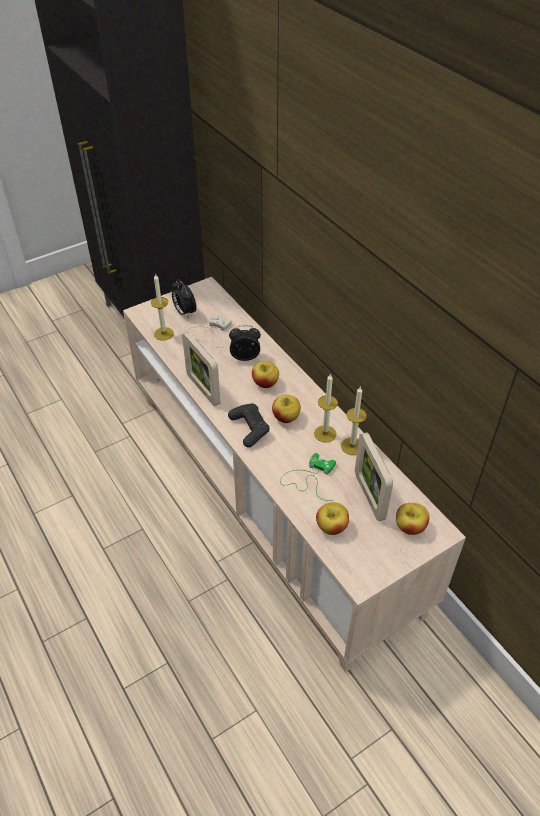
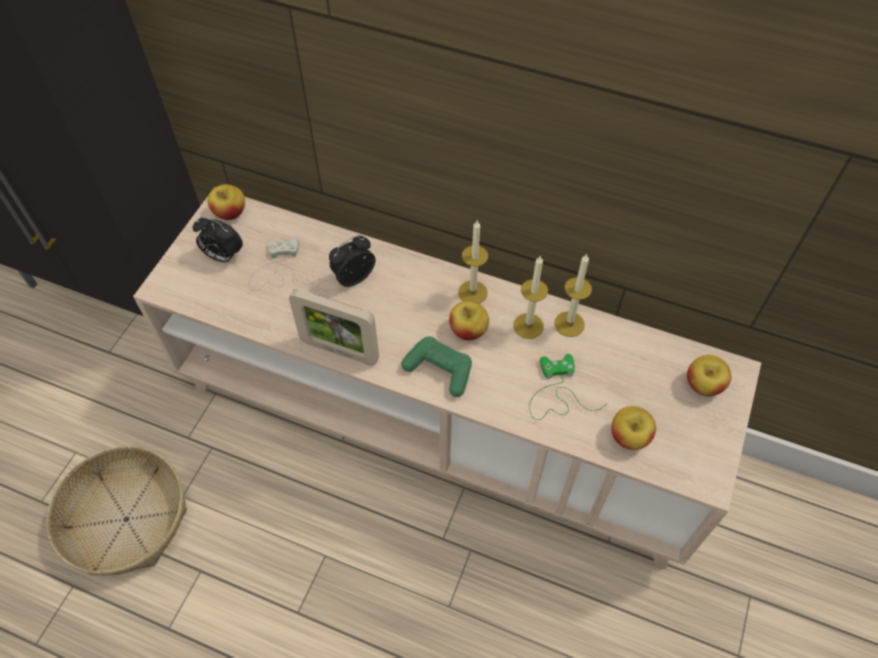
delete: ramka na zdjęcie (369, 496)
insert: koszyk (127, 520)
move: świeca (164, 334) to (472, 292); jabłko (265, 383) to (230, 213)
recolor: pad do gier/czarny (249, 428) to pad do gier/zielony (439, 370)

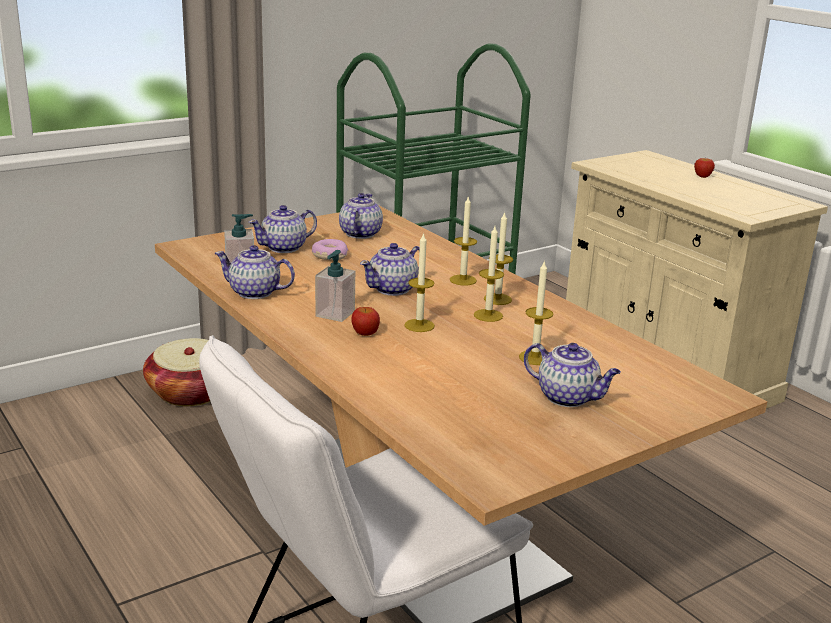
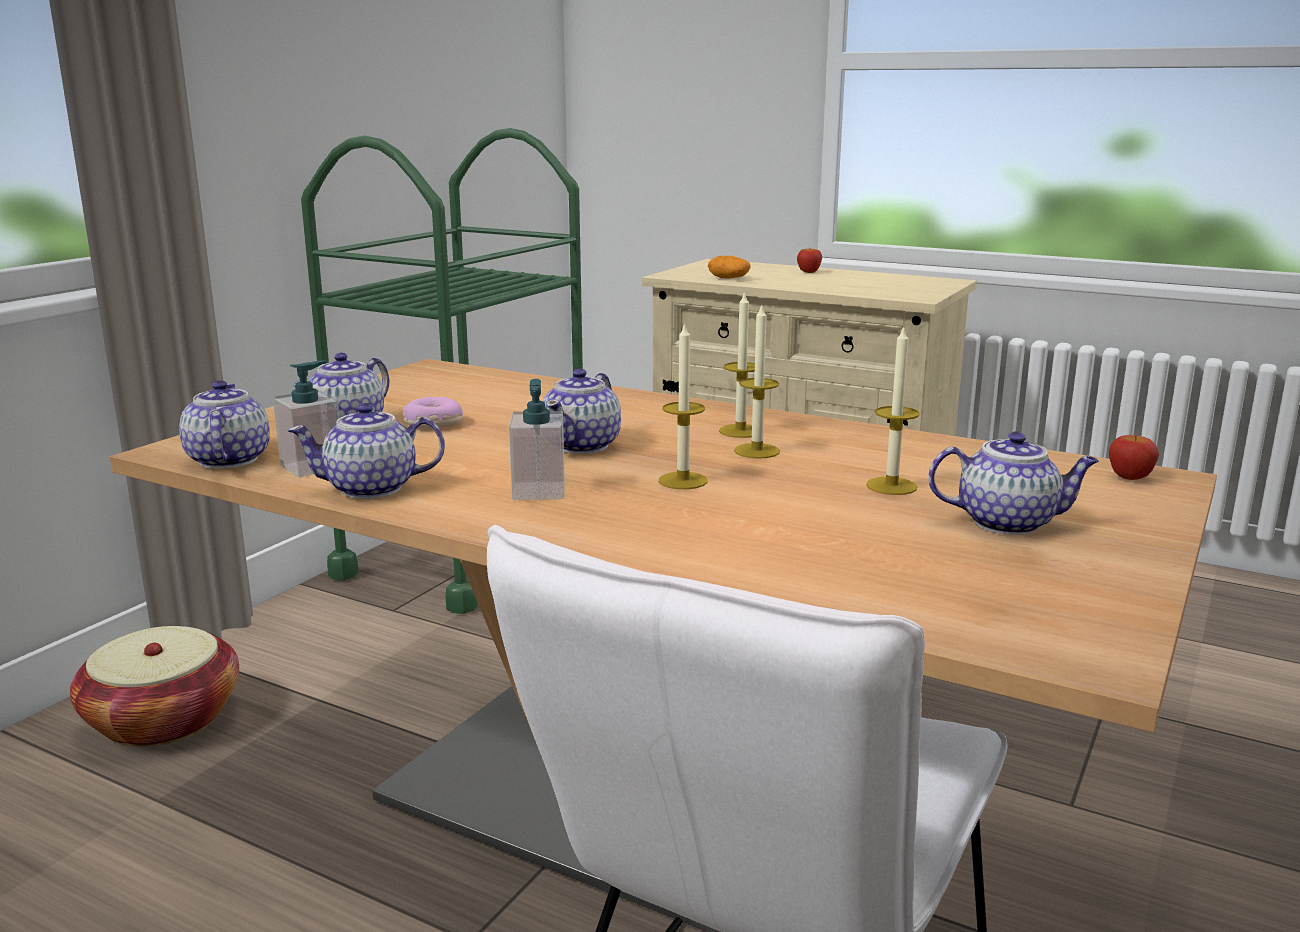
delete: świeca (463, 280)
insert: ziemniak (728, 278)
move: imbryk (359, 234) to (227, 460); jabłko (365, 333) to (1130, 477)

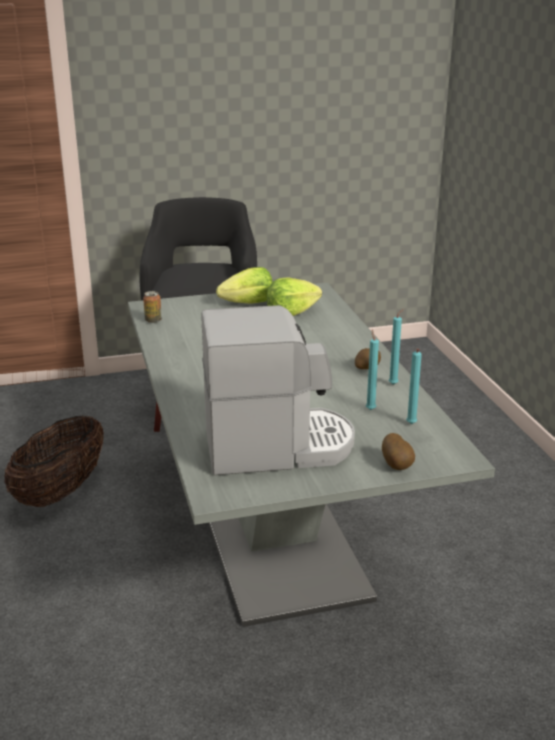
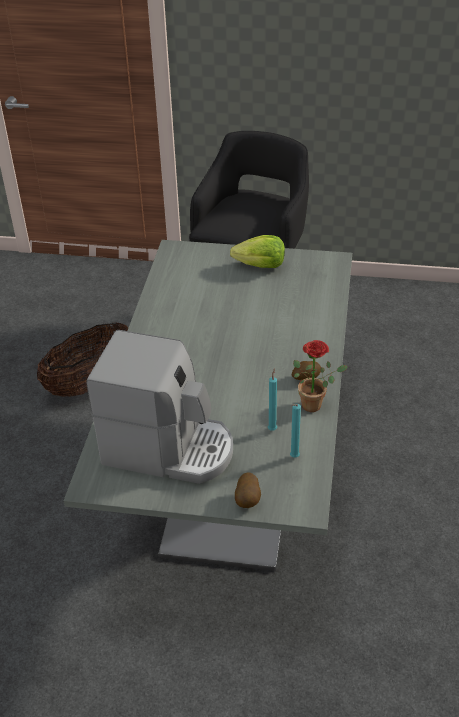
delete: puszka (153, 320); sałata (291, 313)
replace: świeca/turkusowy (394, 384) to roślina doniczkowa (315, 404)

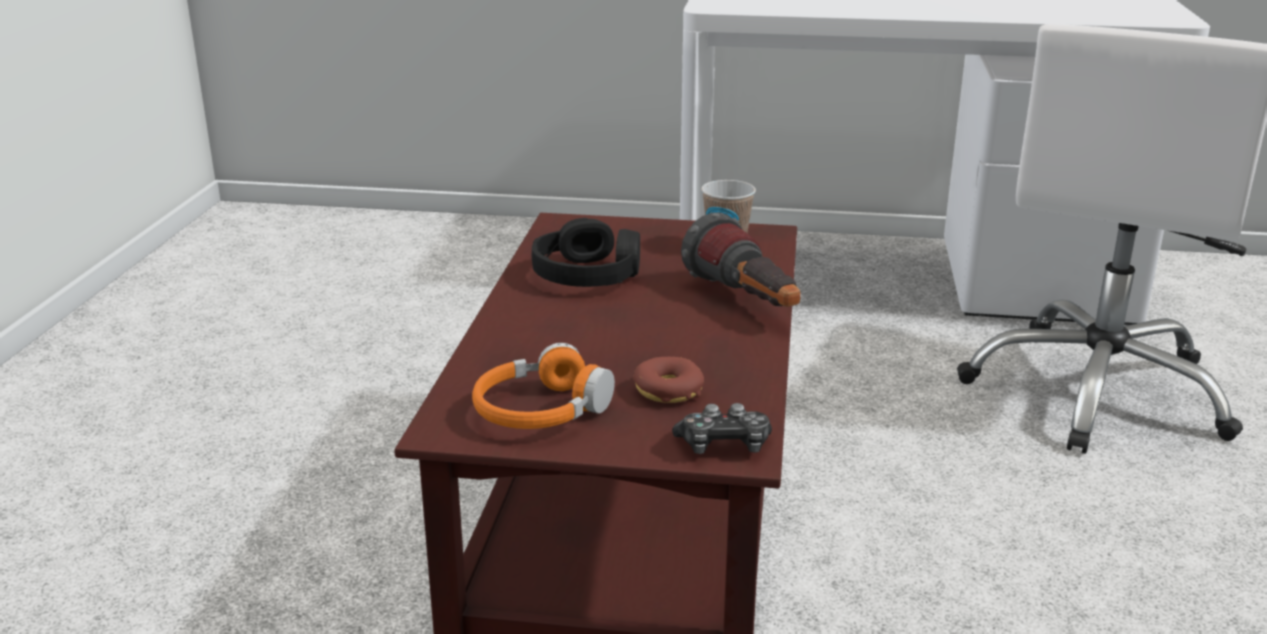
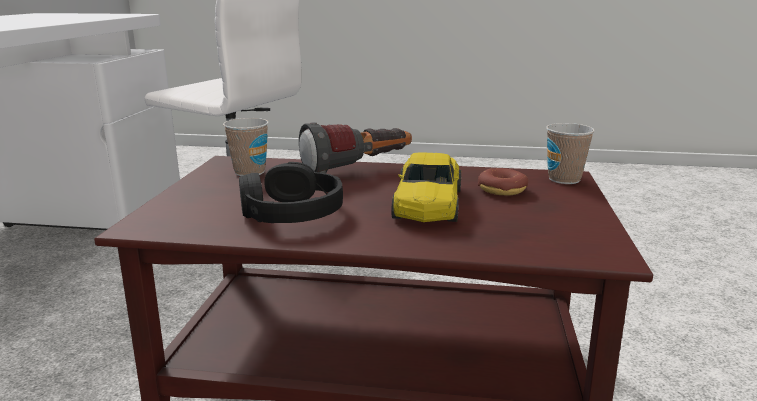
delete: słuchawki/pomarańczowy (541, 411)
insert: samochodzik/żółty (427, 203)
replace: pad do gier (724, 445) to filiżanka (564, 179)

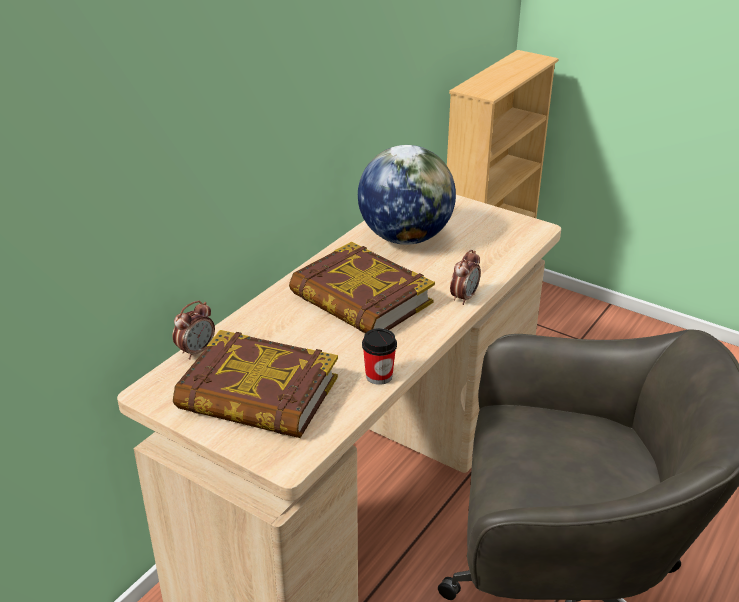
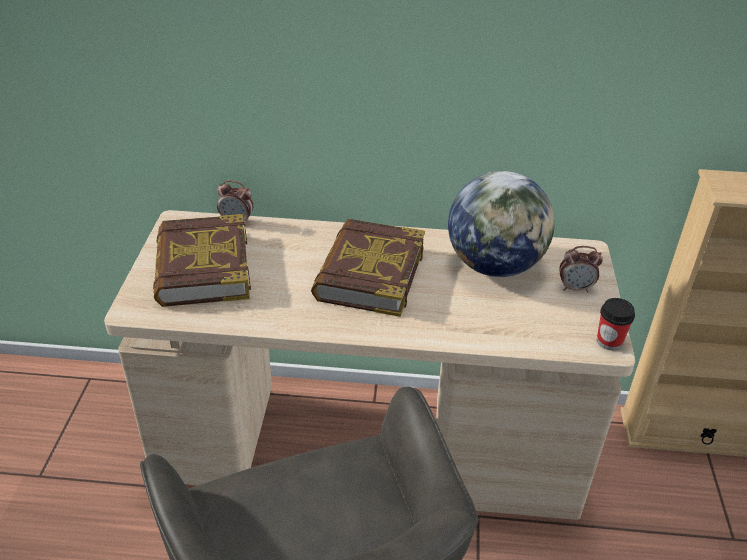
move: filiżanka (379, 376) to (609, 341); budzik (464, 297) to (575, 288)

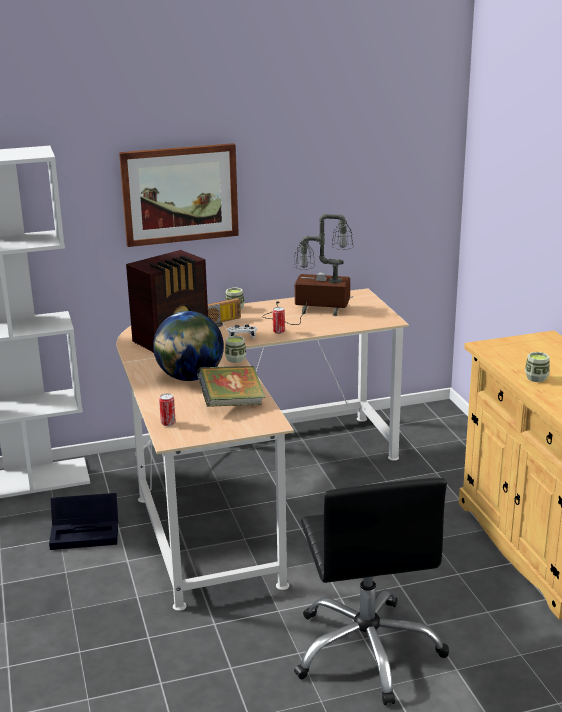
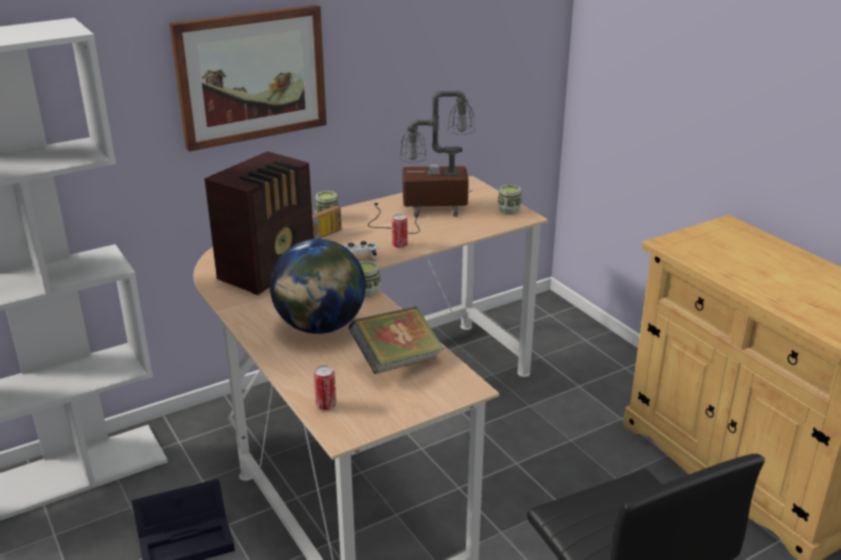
move: filiżanka (536, 378) to (509, 210)

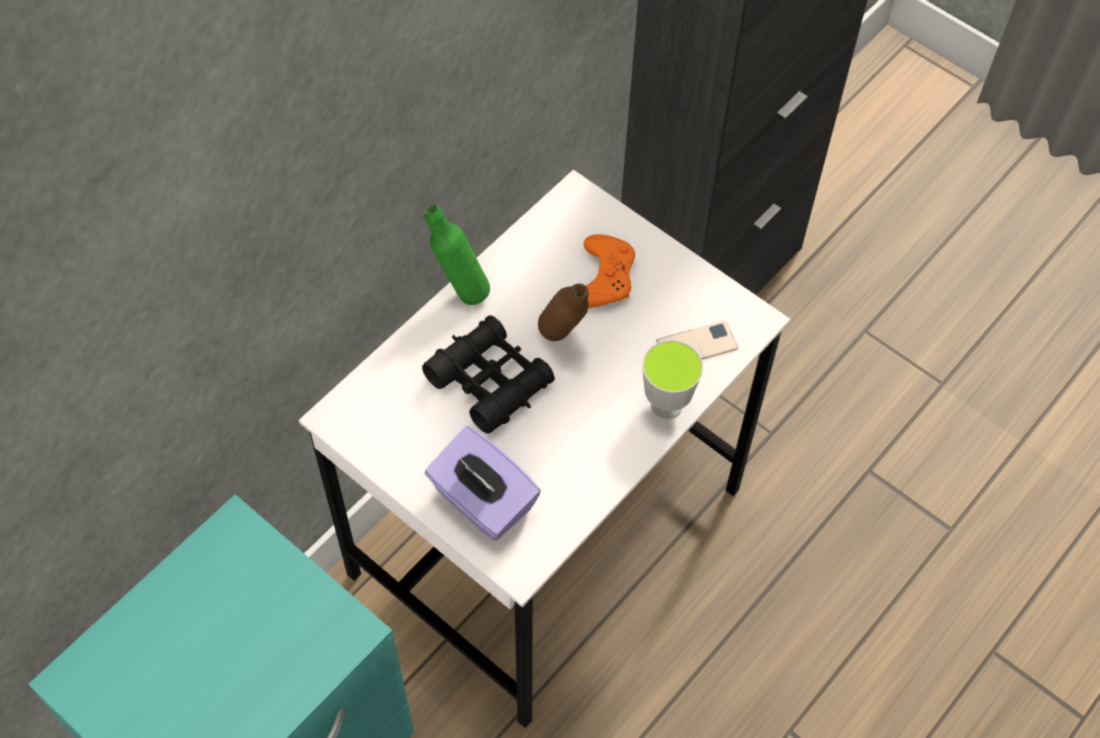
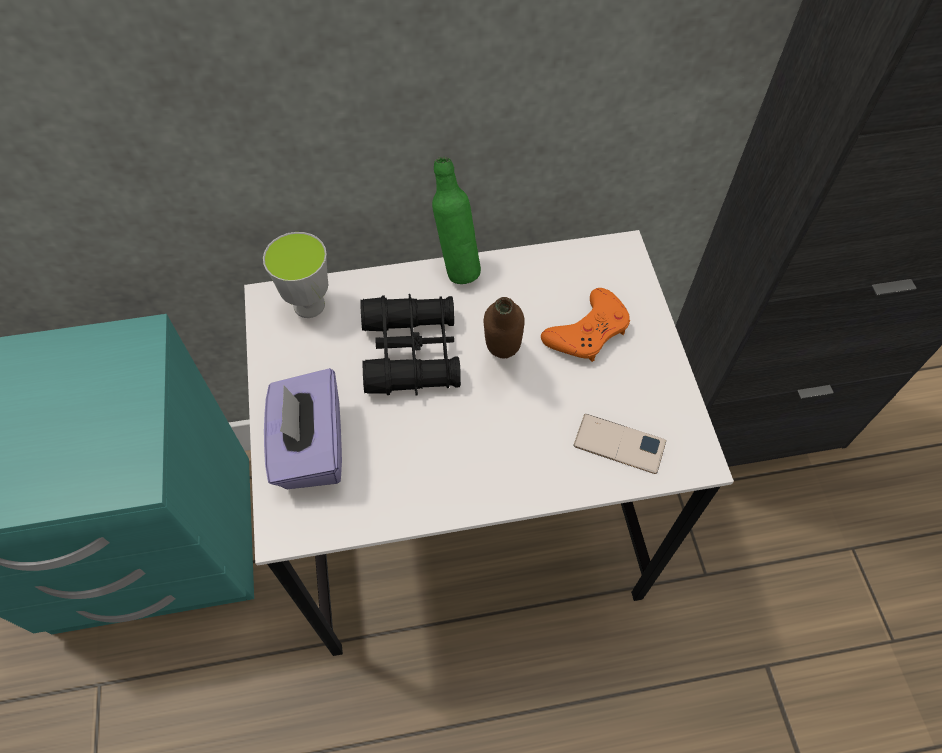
move: filiżanka (666, 405) to (309, 305)

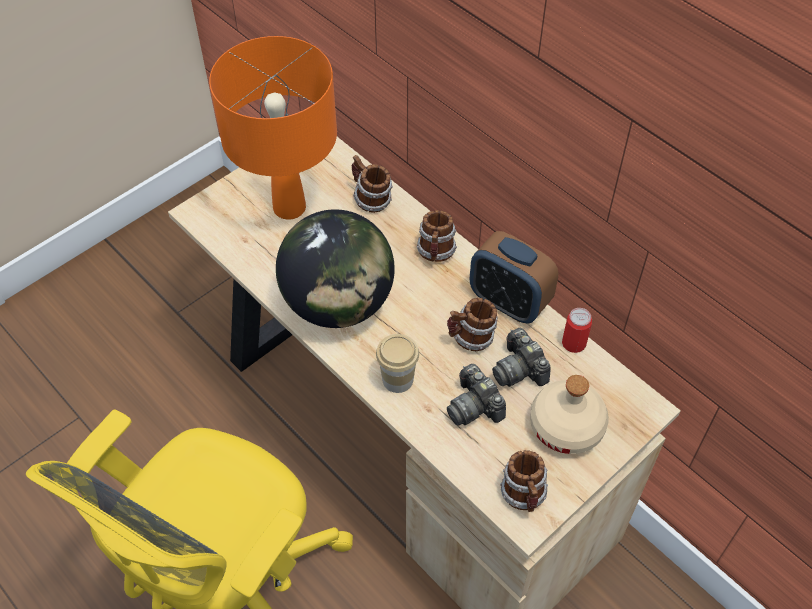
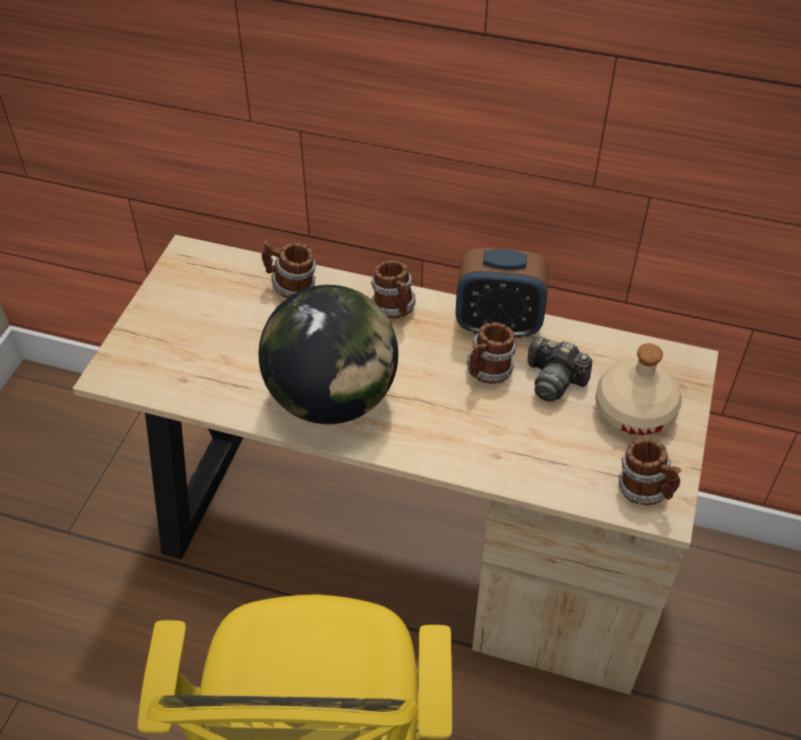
delete: lampa stołowa/pomarańczowy (289, 208); filiżanka (397, 379); aparat fotograficzny (474, 406); puszka (573, 343)

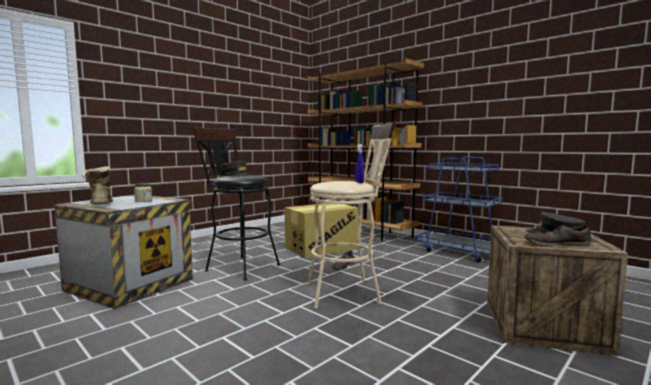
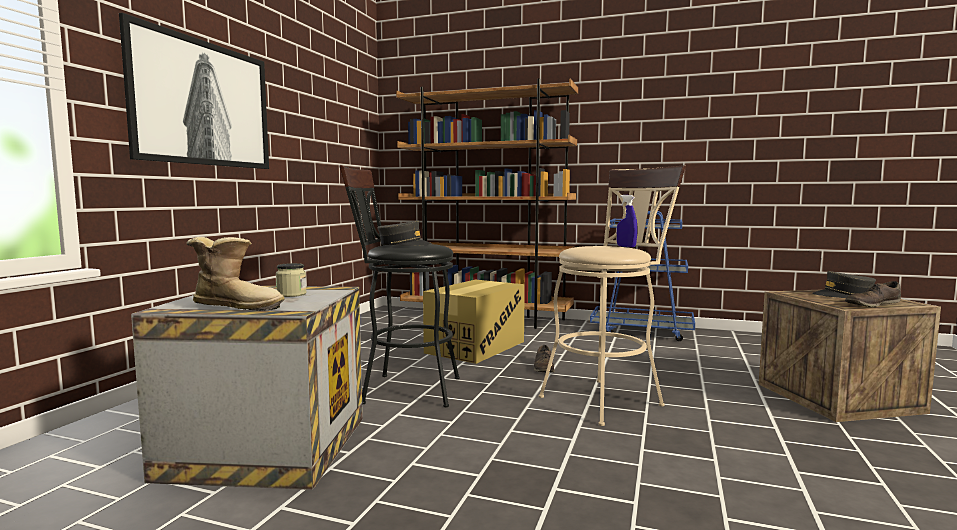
insert: obraz (202, 104)
rotate: but z cholewką (100, 204) = (237, 306) 150 degrees clockwise

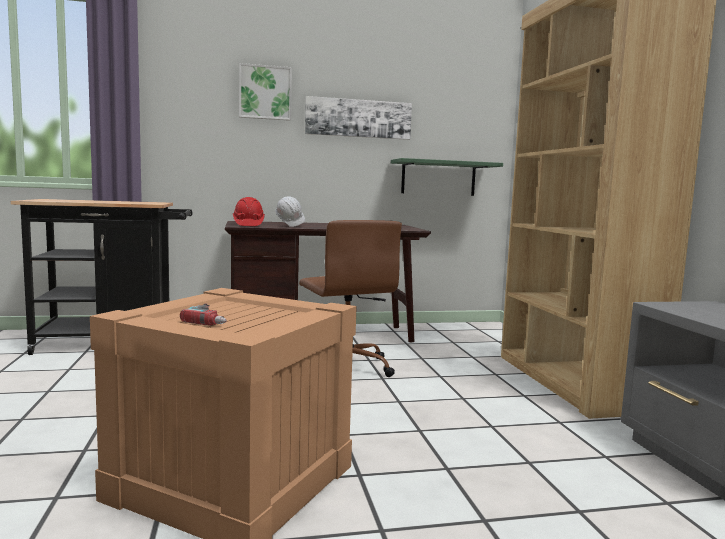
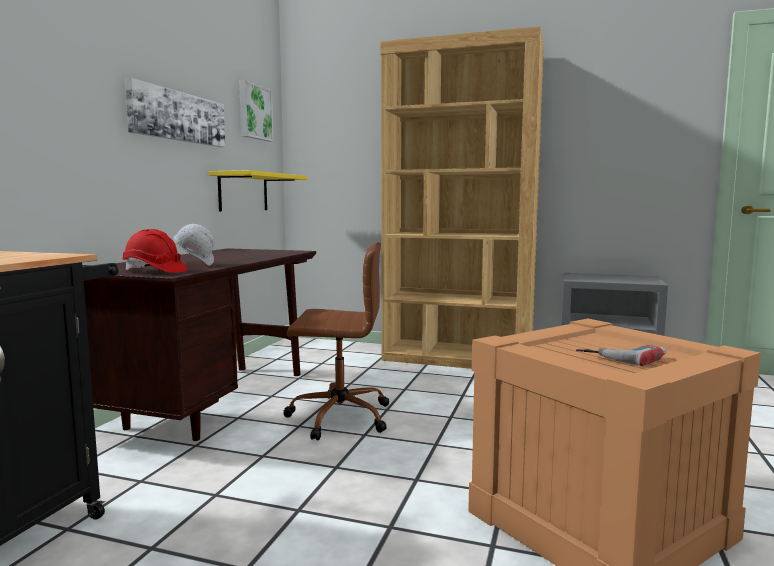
move: obraz (265, 92) to (254, 112)
recolor: półka/zielony (438, 178) to półka/żółty (243, 192)

